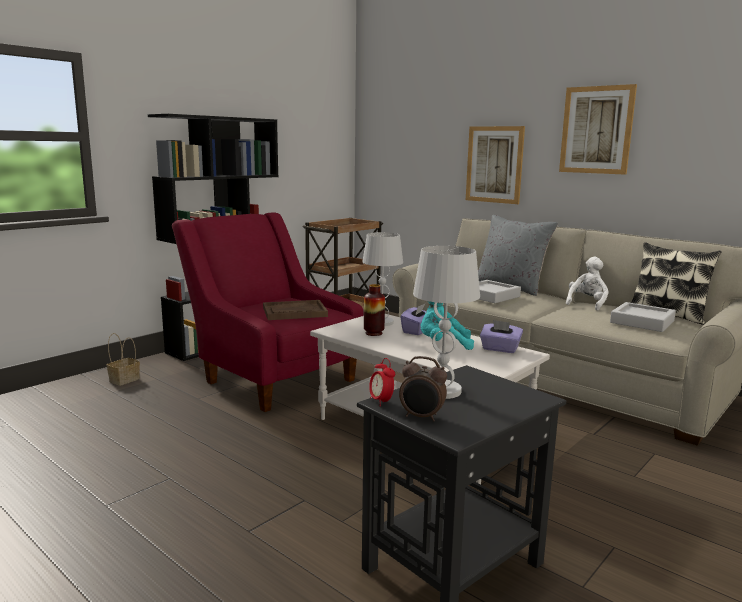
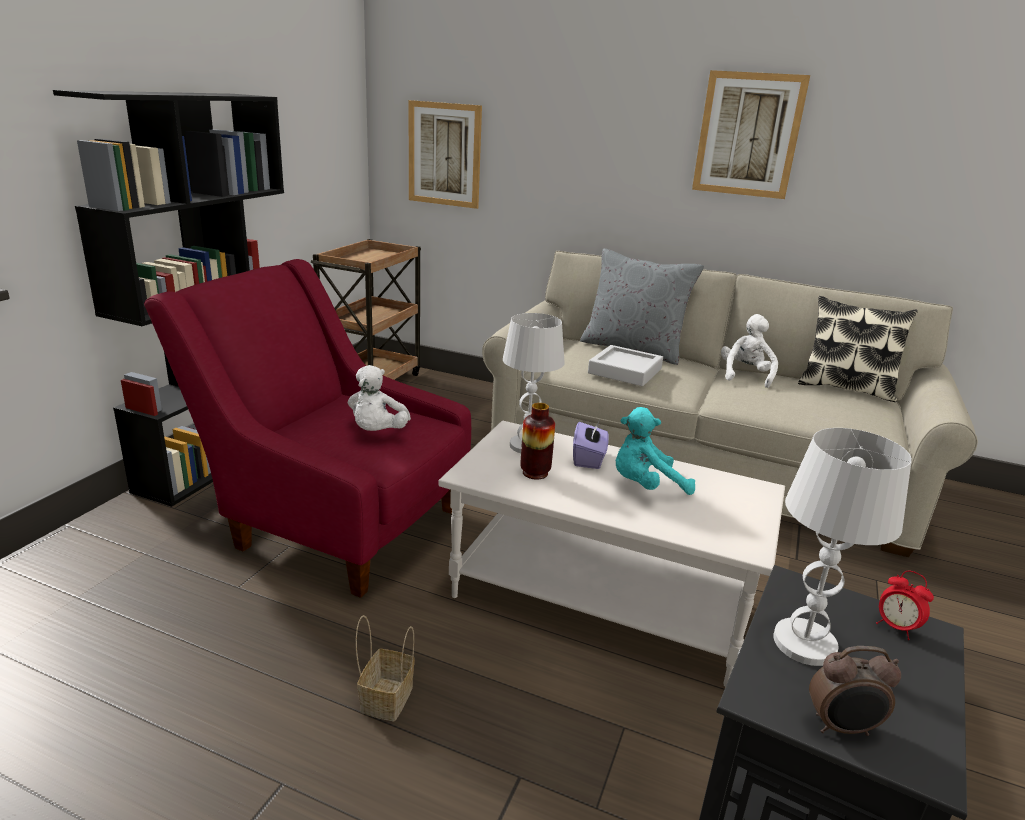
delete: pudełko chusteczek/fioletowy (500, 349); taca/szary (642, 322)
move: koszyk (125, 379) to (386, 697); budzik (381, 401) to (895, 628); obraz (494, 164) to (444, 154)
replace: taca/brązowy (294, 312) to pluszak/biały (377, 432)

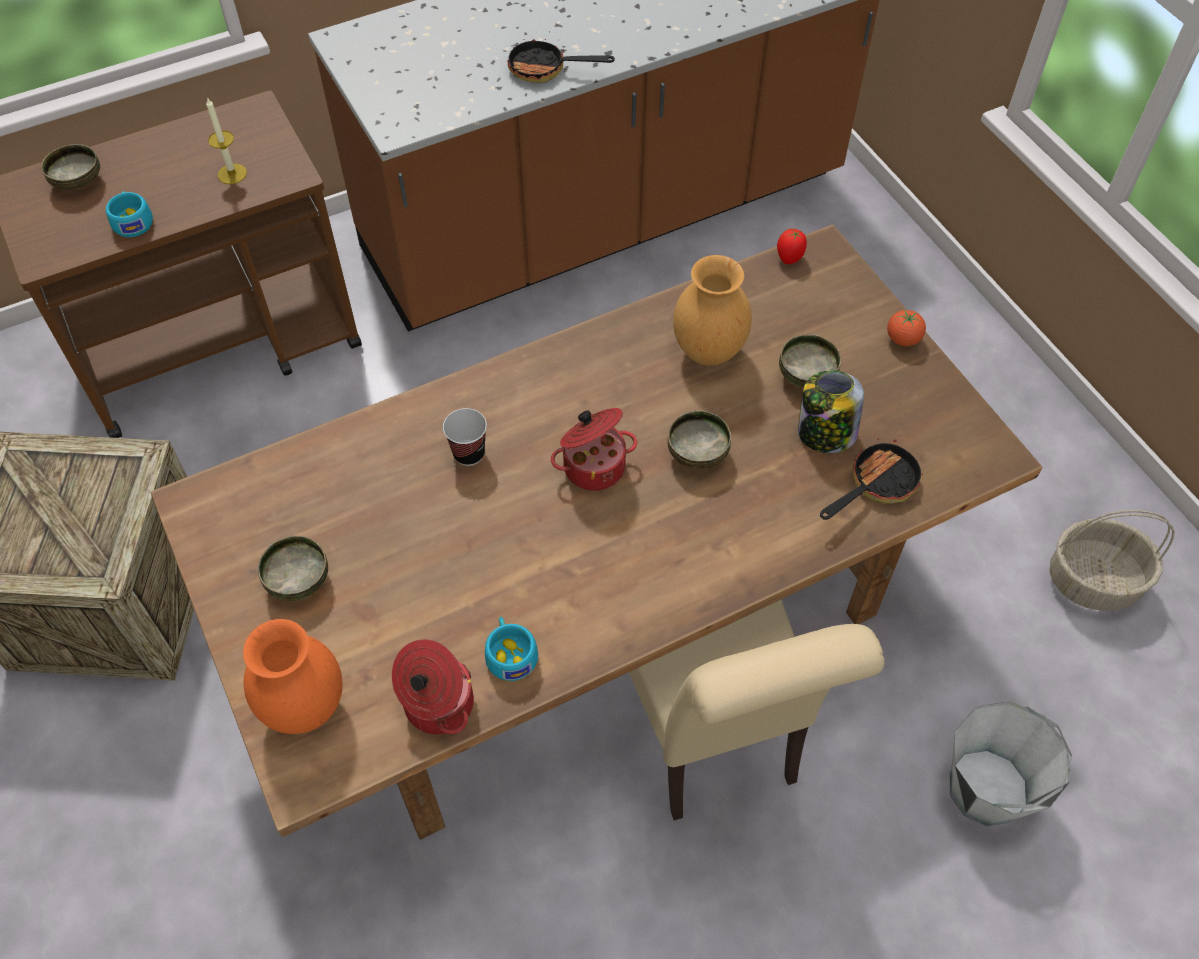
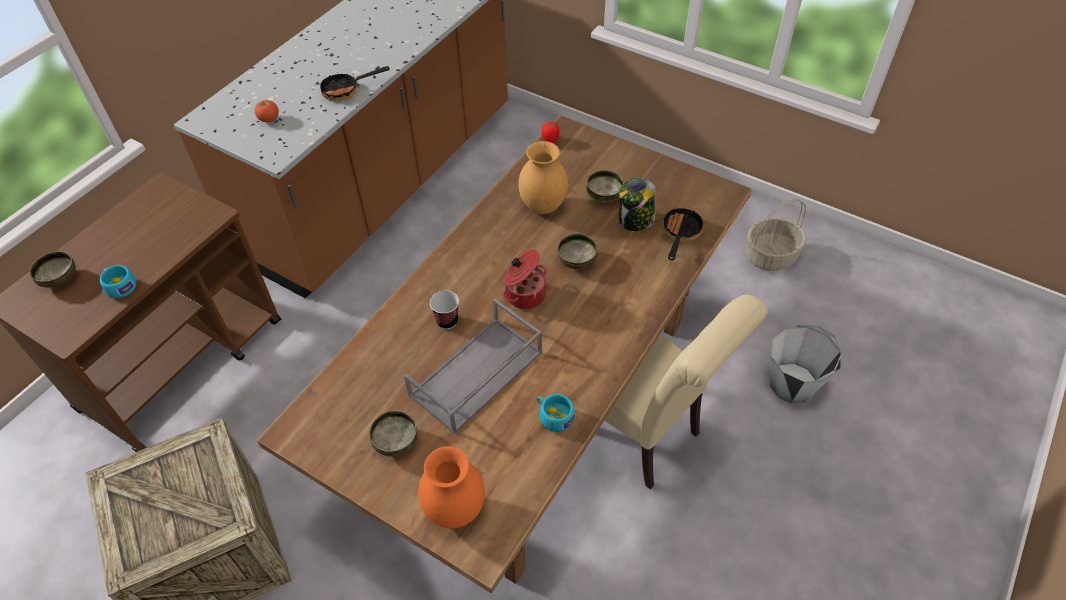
delete: świeca (232, 174); garnek (437, 704)
insert: taca/szary (476, 375)
move: pomidor (902, 339) to (269, 119)

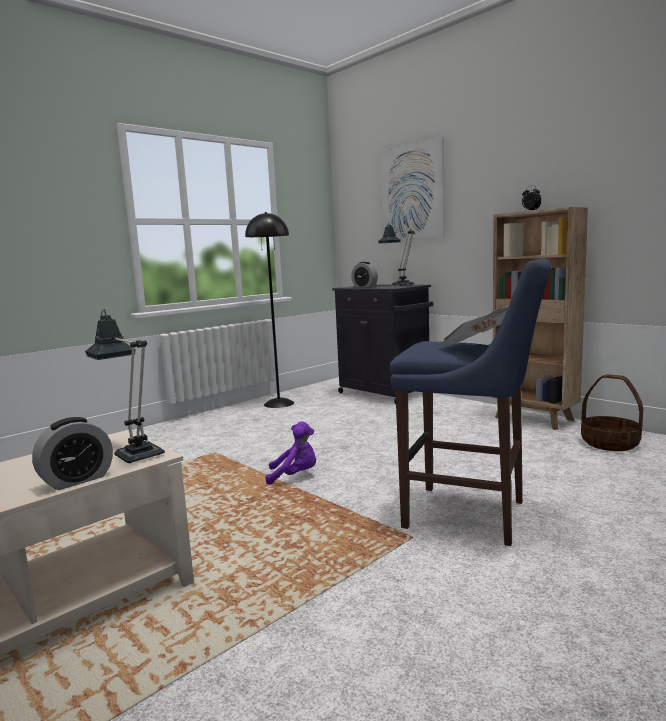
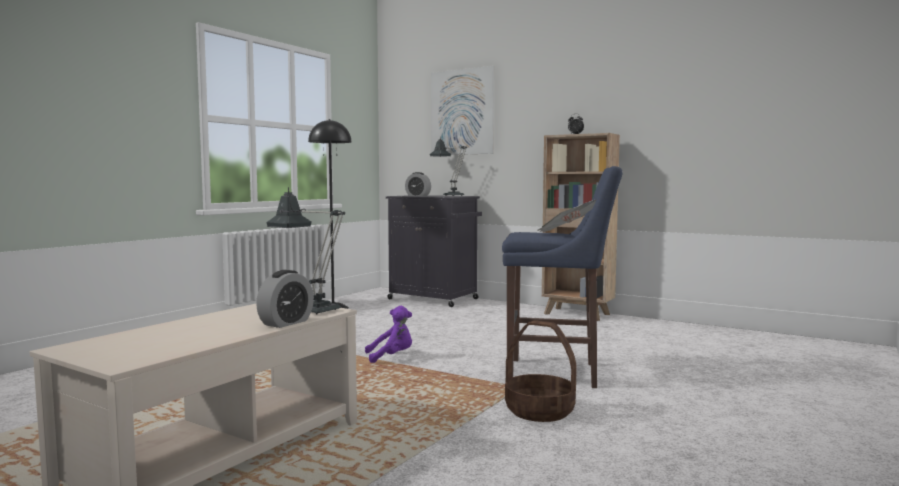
move: koszyk (610, 443) to (540, 411)

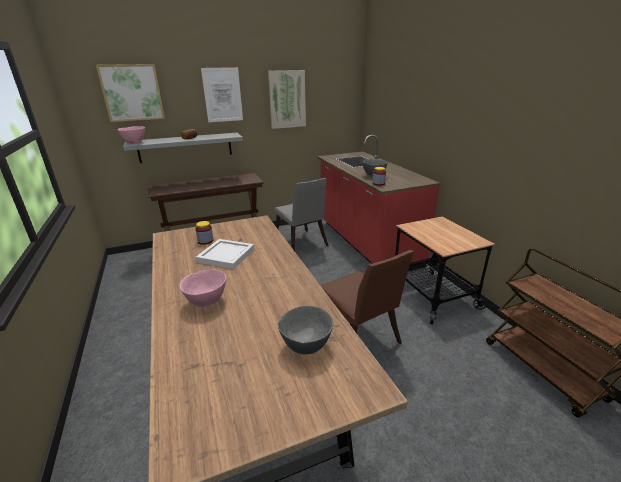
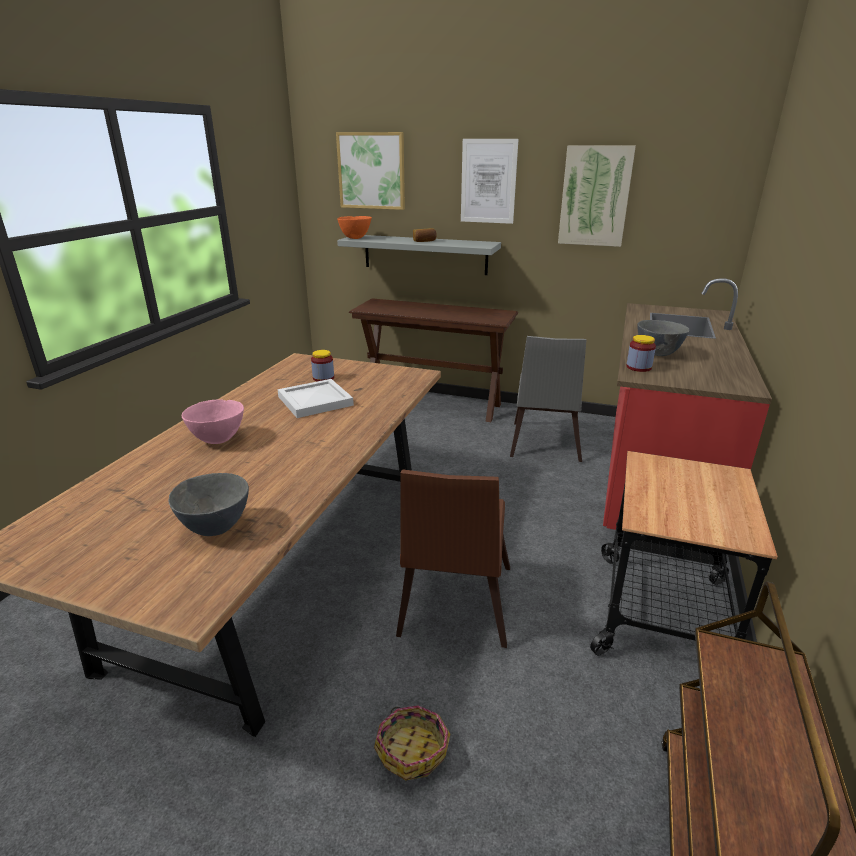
insert: koszyk (412, 749)
recolor: miska/różowy (134, 143) to miska/pomarańczowy (355, 238)

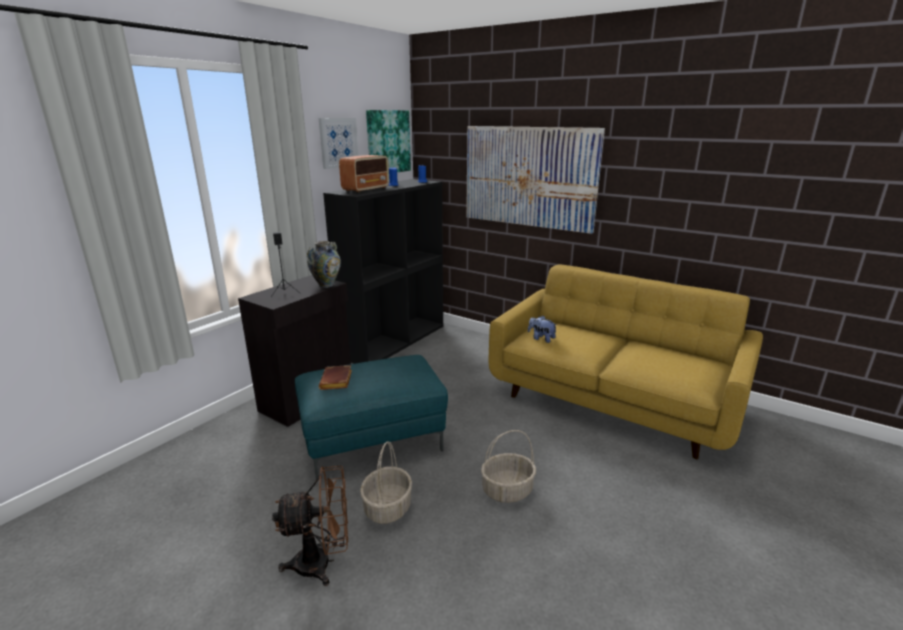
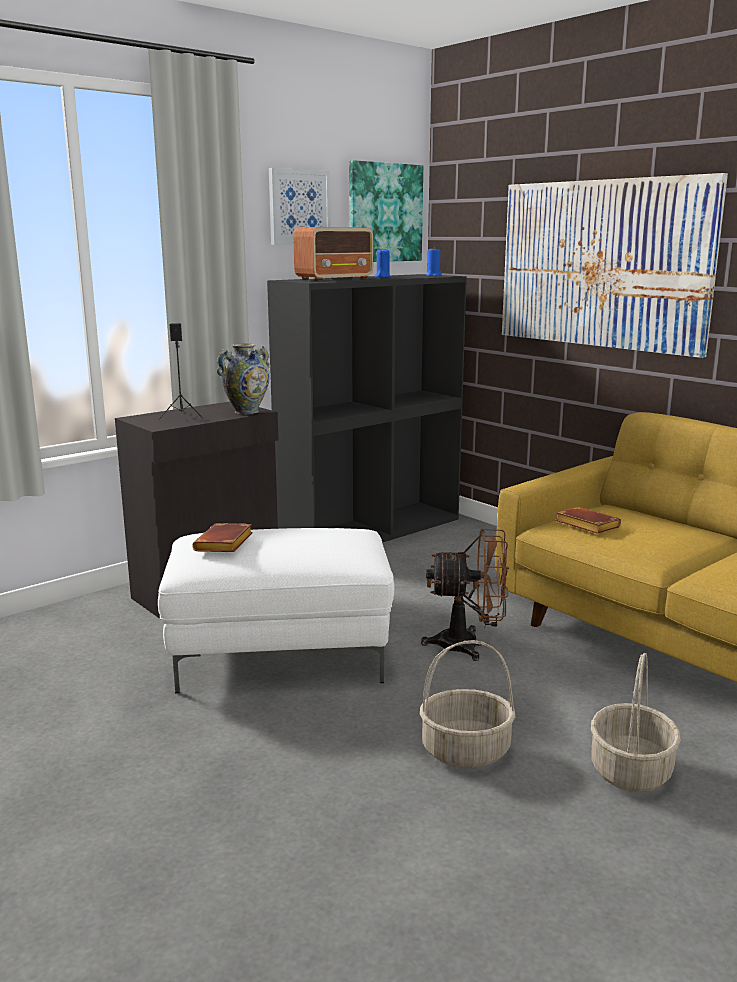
move: wentylator/brązowy (323, 562) to (469, 645); koszyk (388, 508) to (631, 771)
replace: pluszak (541, 339) to książka/brązowy (585, 525)
recolor: pufa/turkusowy (373, 440) to pufa/biały (281, 654)

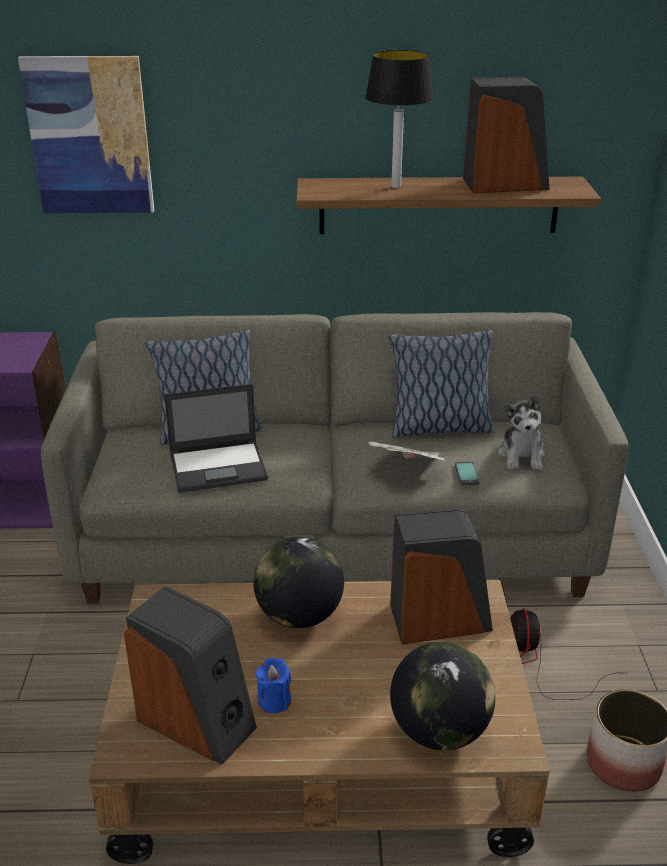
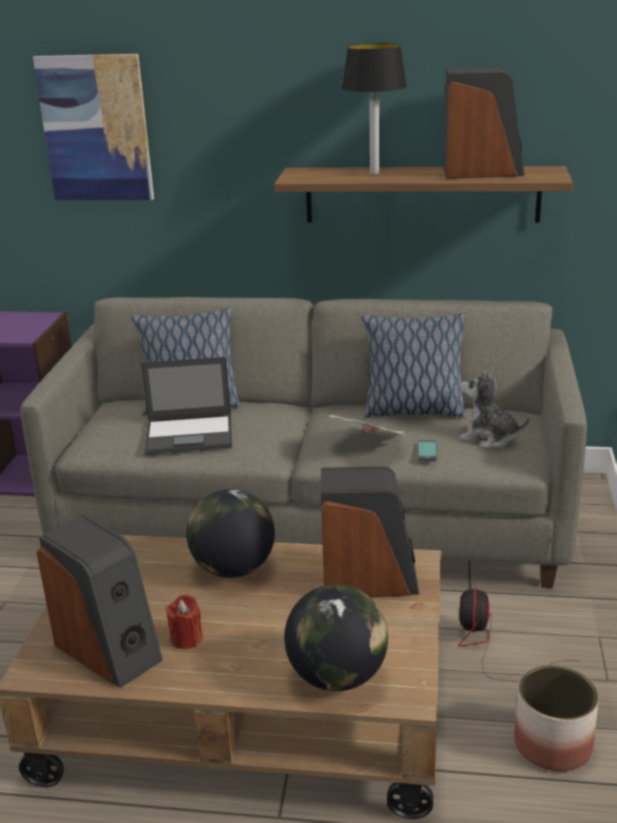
recolor: świeca/niebieski (274, 701) to świeca/czerwony (186, 638)
rotate: pluszak (521, 455) = (489, 438) 105 degrees clockwise

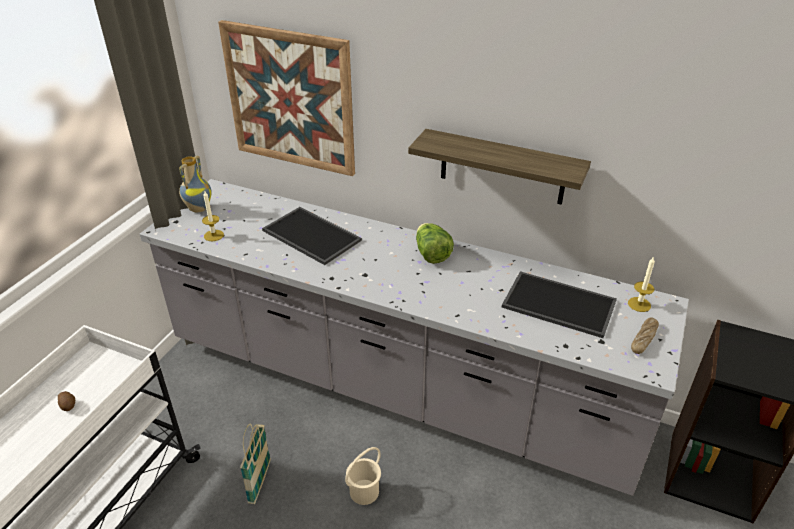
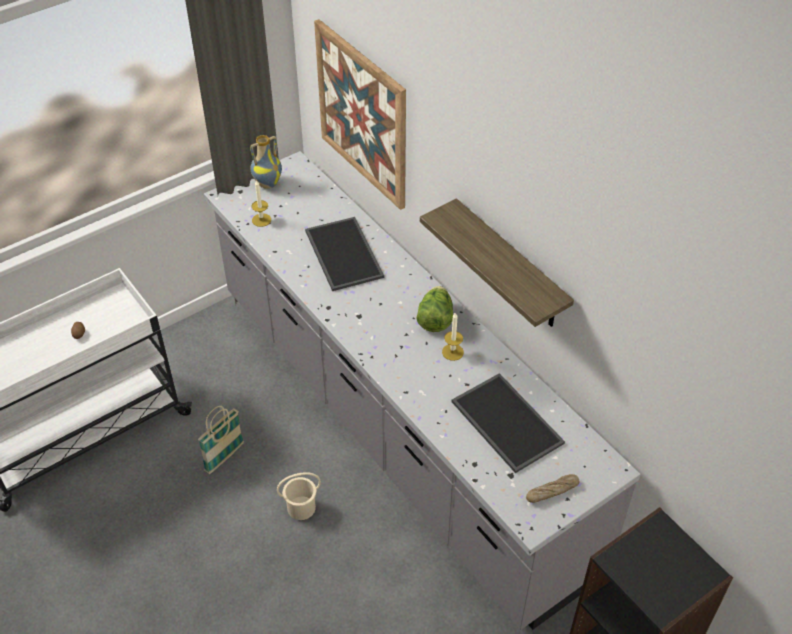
move: świeca (639, 304) to (452, 352)

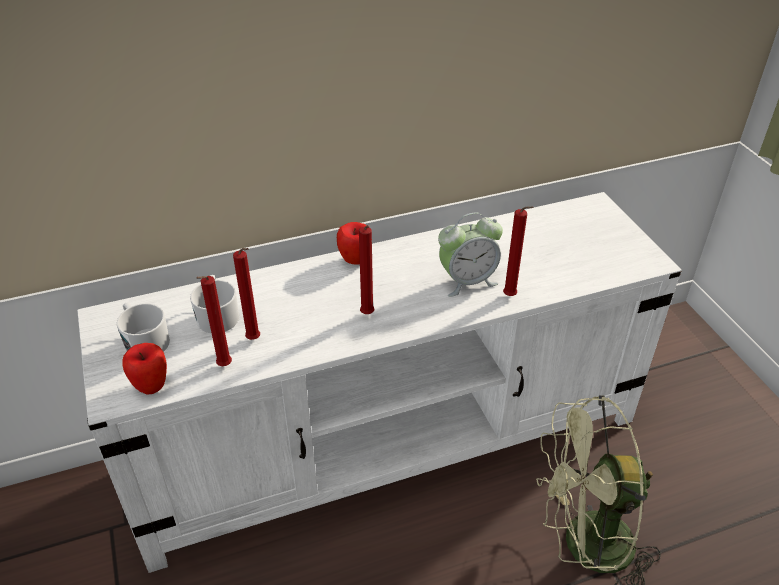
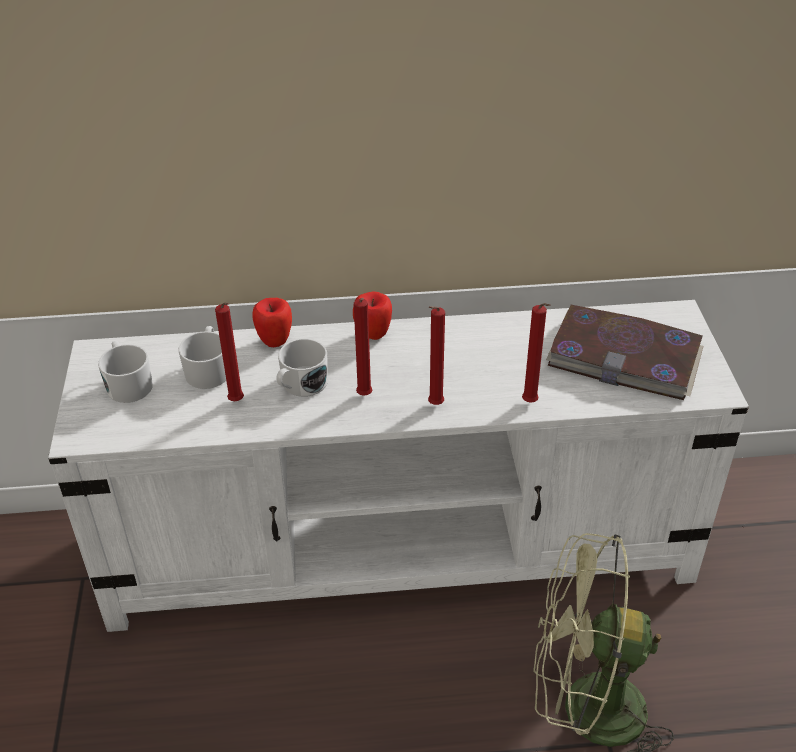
delete: budzik (467, 281)
insert: kubek/biały (300, 385); książka (625, 357)
move: jabłko (151, 386) to (275, 341); świeca/czerwony (223, 367) to (434, 405)

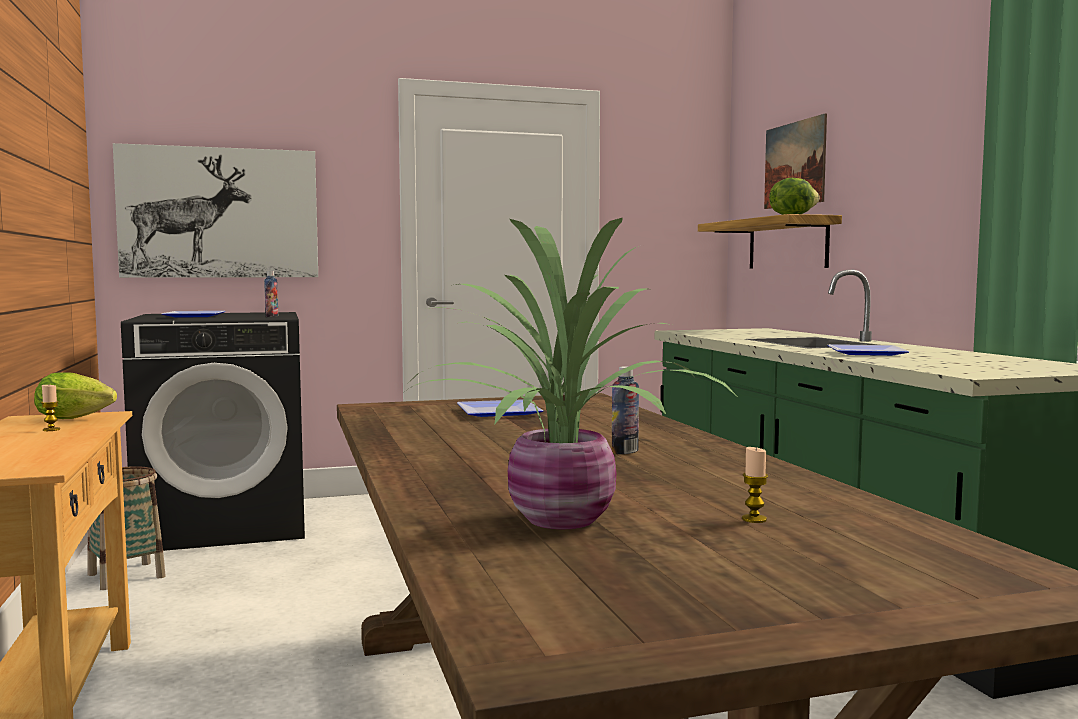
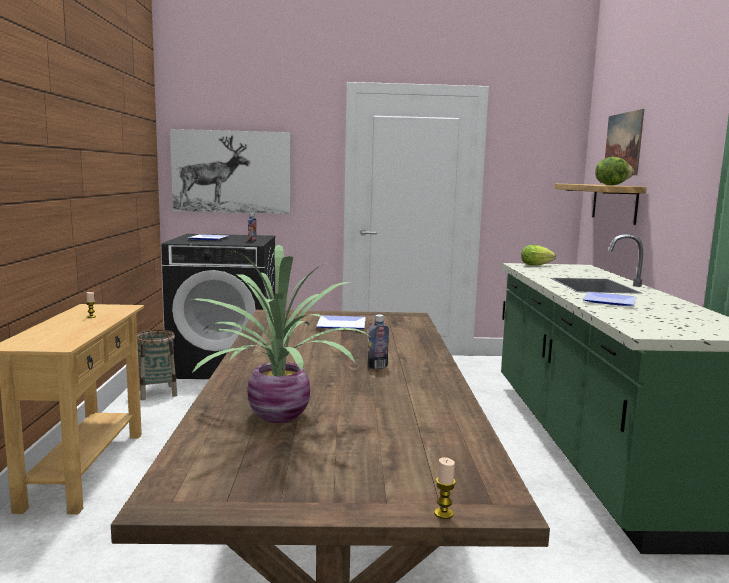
move: sałata (78, 418) to (537, 265); świeca (754, 519) to (444, 513)

